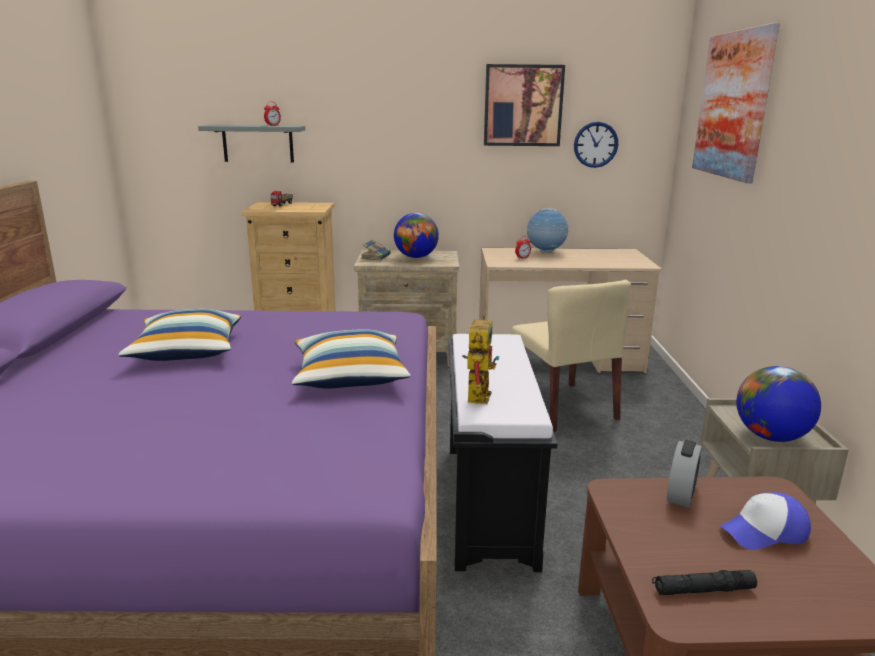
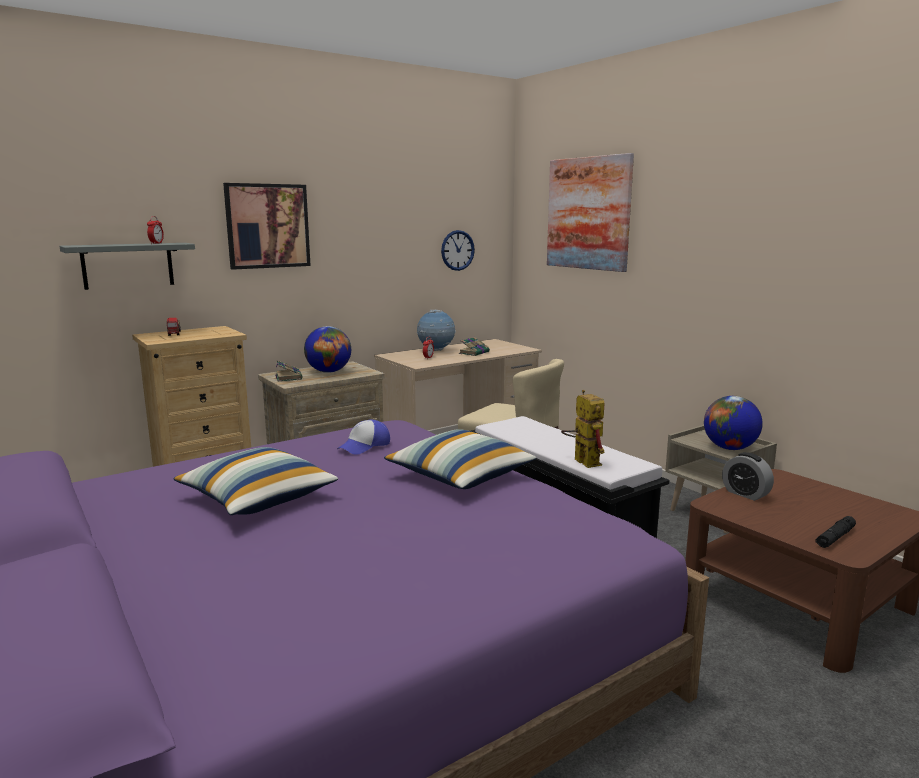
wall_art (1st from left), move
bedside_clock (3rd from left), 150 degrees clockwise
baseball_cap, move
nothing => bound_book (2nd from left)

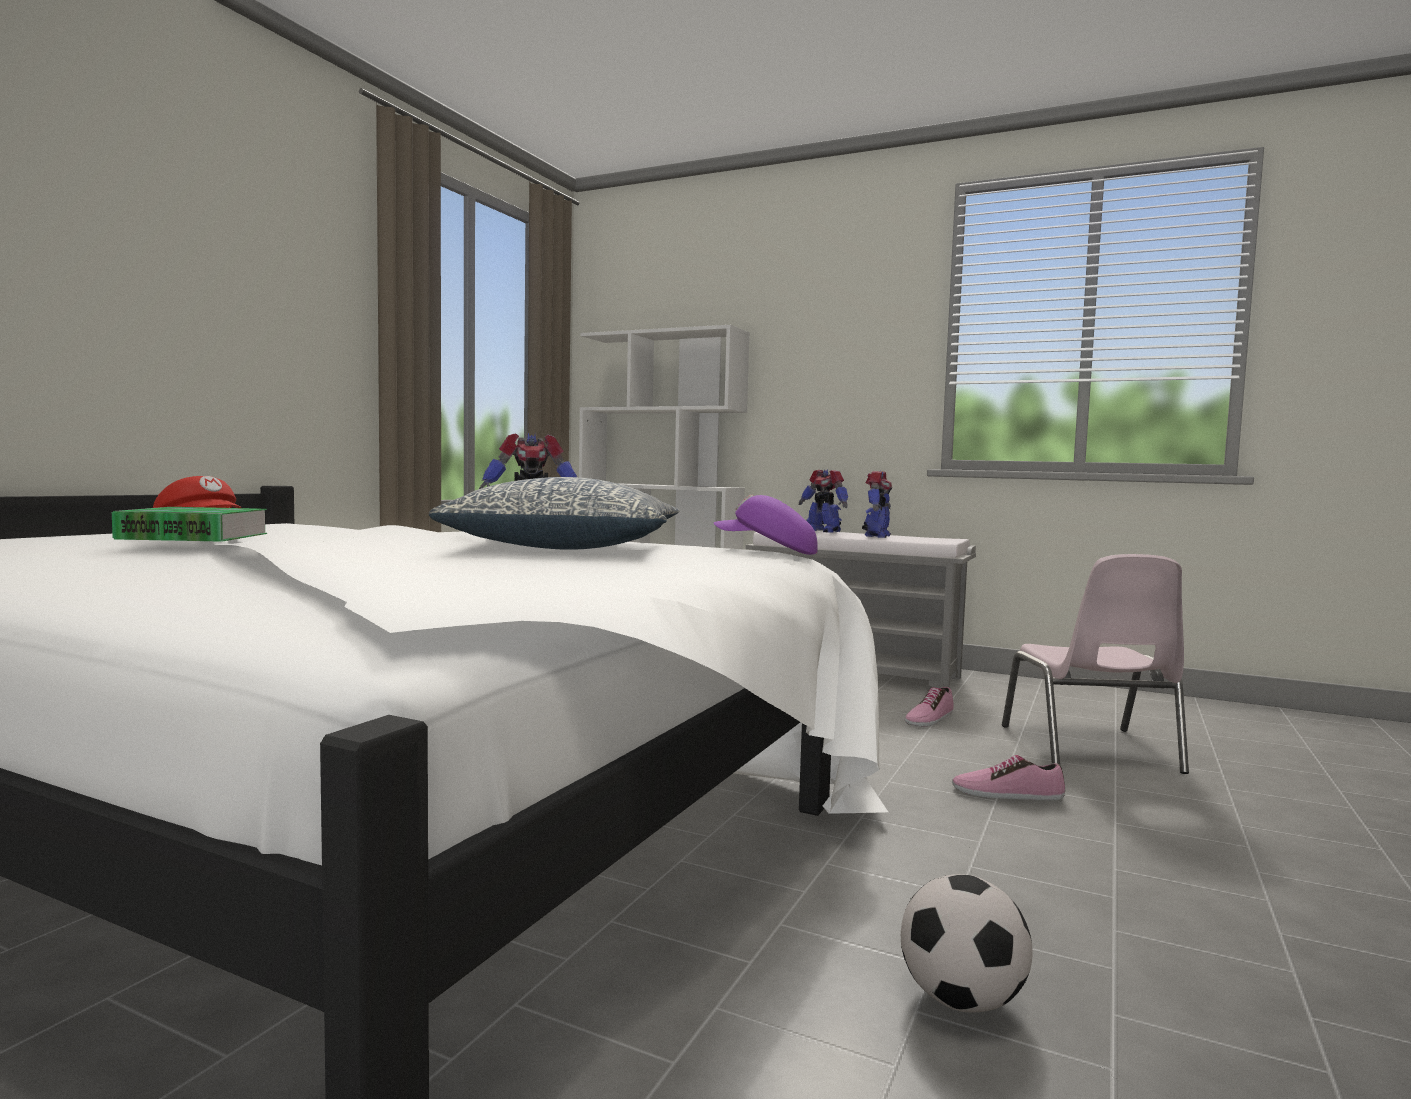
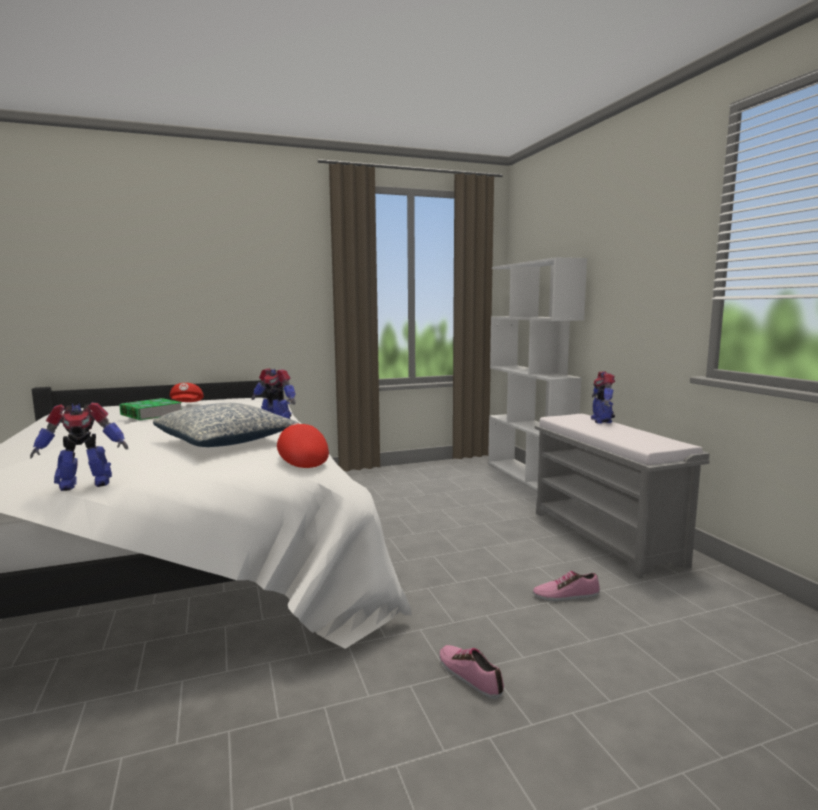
purplish_baseball_cap => reddish_baseball_cap (2nd from left)
toy_robot (3rd from left in the first image) => toy_robot (1st from left), move
football => nothing
pink-coloured_upright_chair => nothing

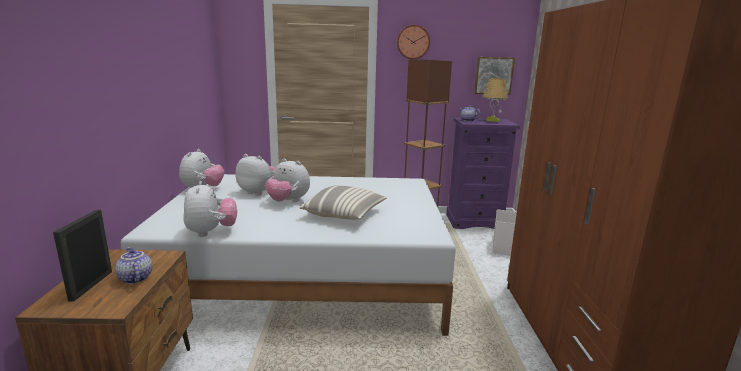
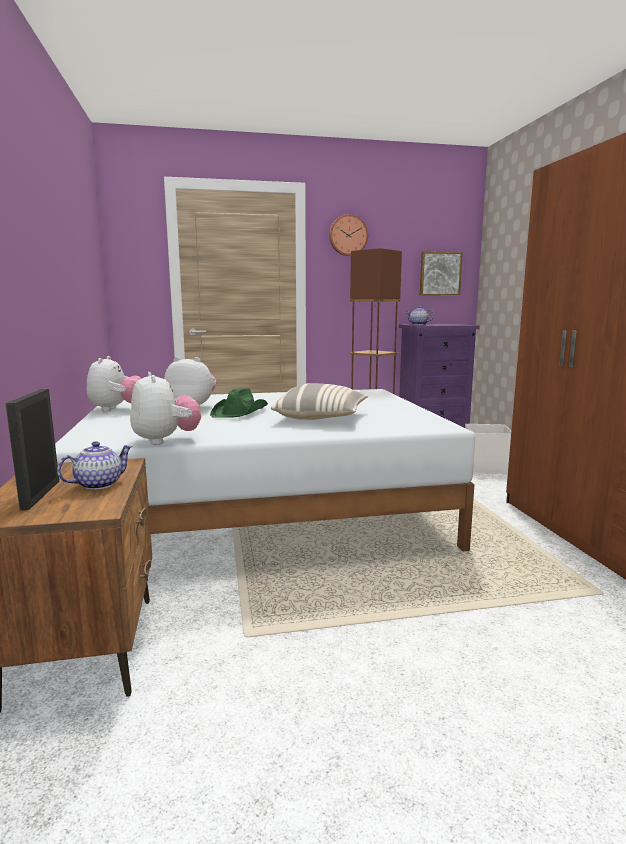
teapot (1st from left), 90 degrees clockwise
plush_toy (4th from left) => green_clothing_hat
tabletop_lamp => nothing

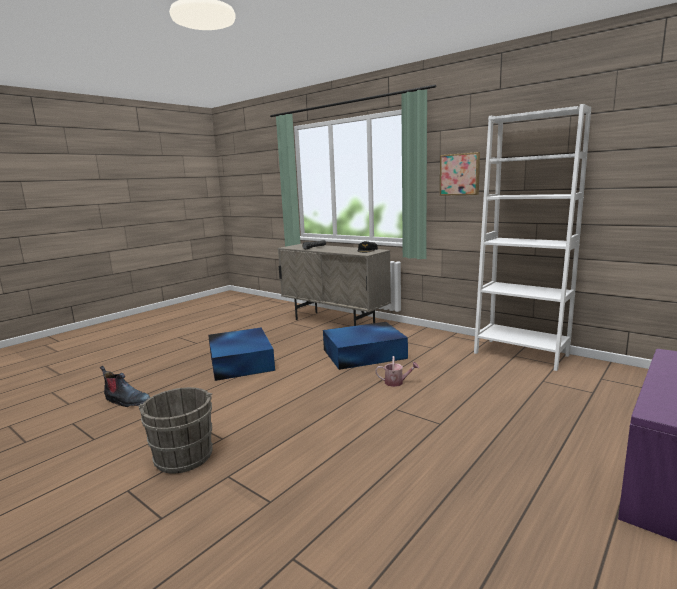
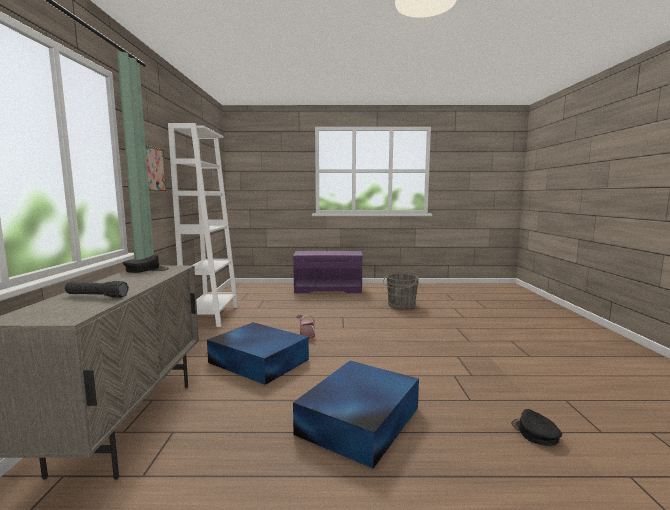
boot => black_baseball_cap (2nd from left)
greyish_water_bucket, move

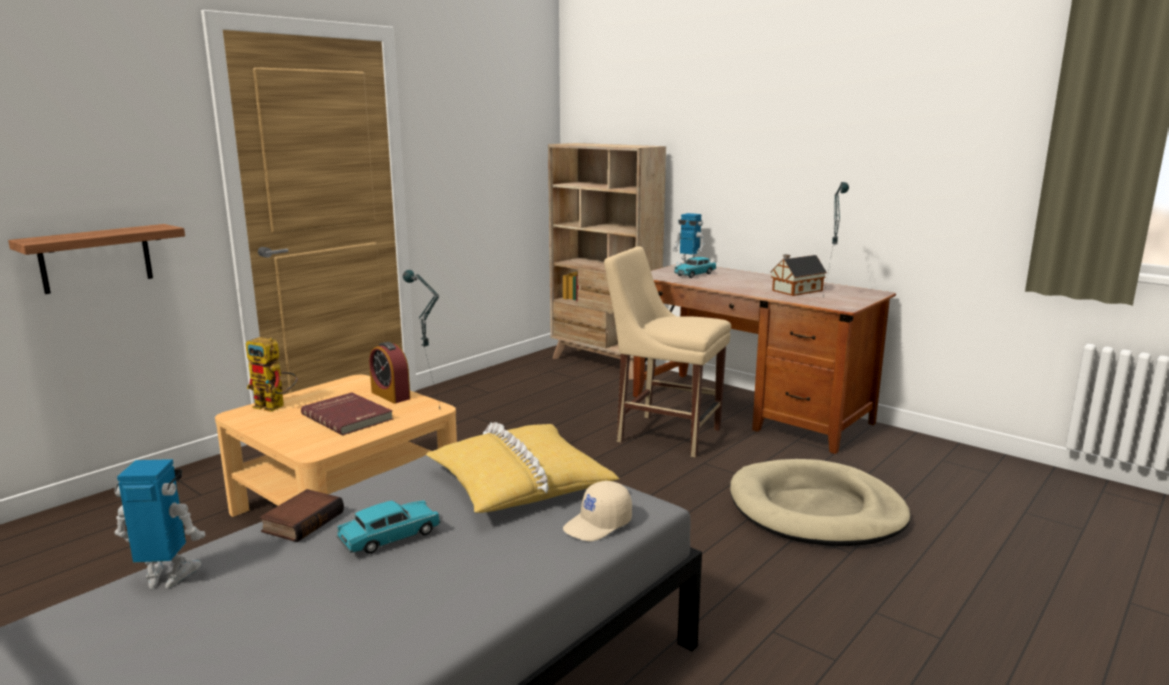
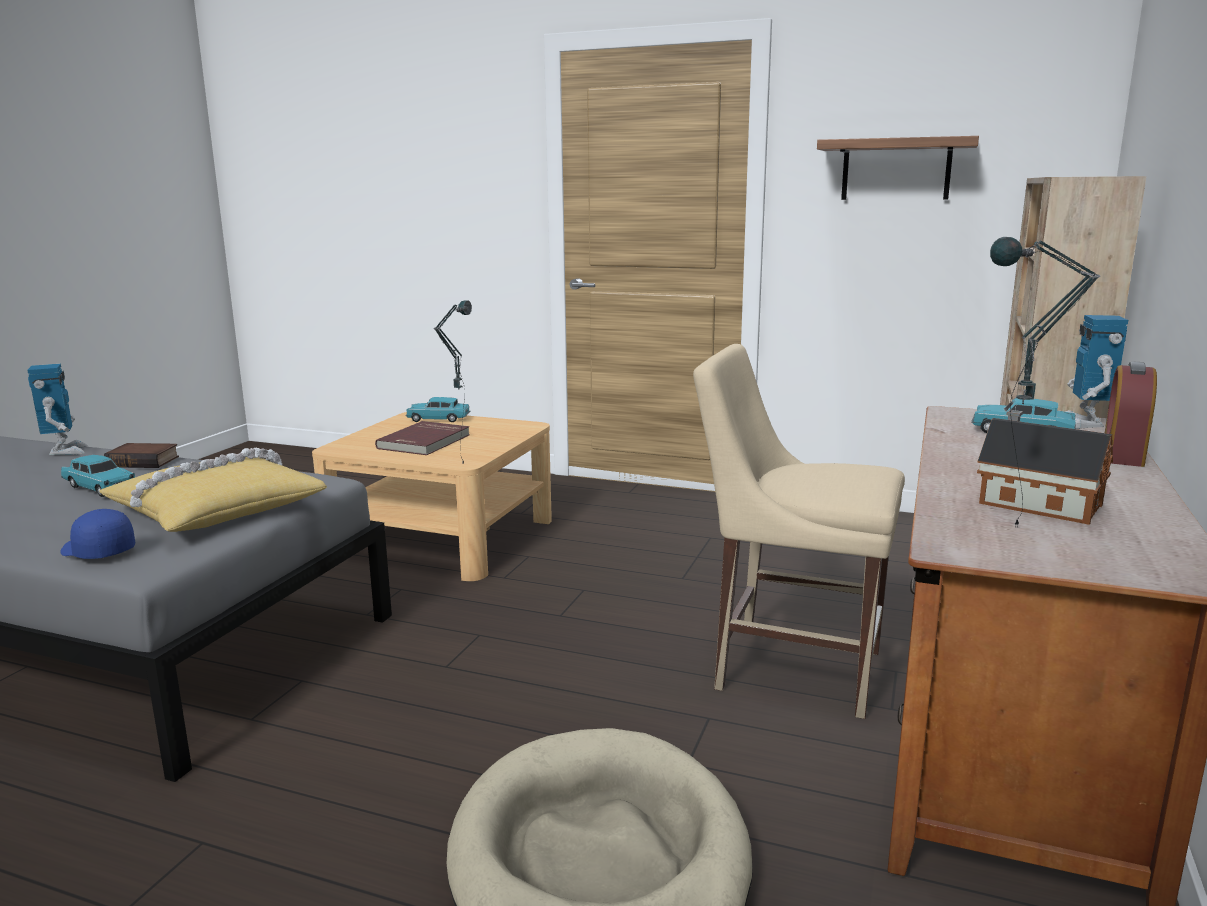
bracket_shelf, move
toy_robot (2nd from left) => blue-green_model_car (2nd from left)
bedside_clock, move
sand-coloured_baseball_cap => blue-coloured_baseball_cap
sand-coloured_upright_chair, 75 degrees counterclockwise

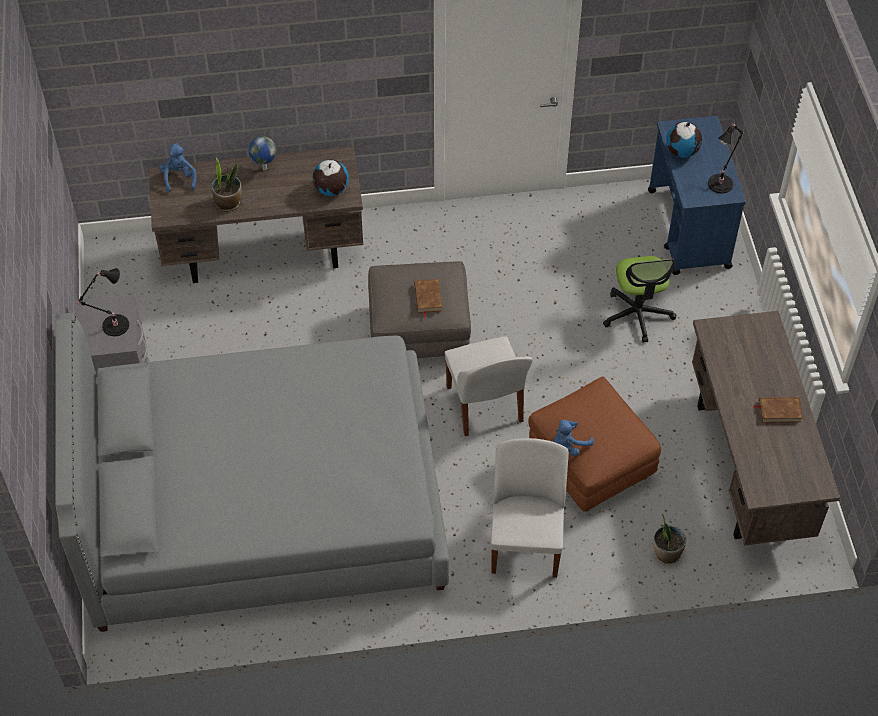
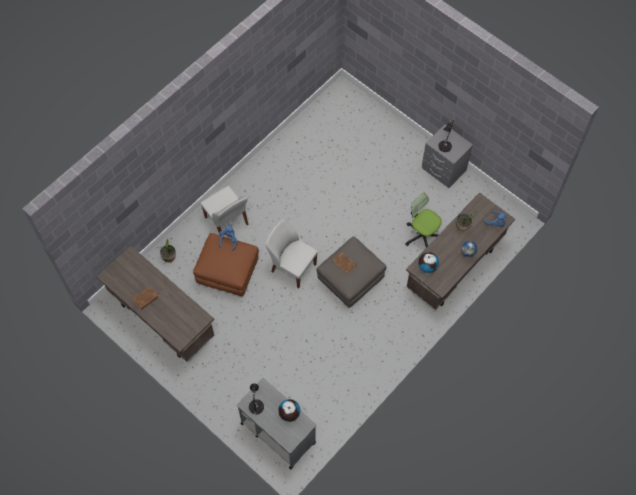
greyish_sleeping_bed => nothing
office_chair, move
blue-coloured_trolley => greyish_trolley

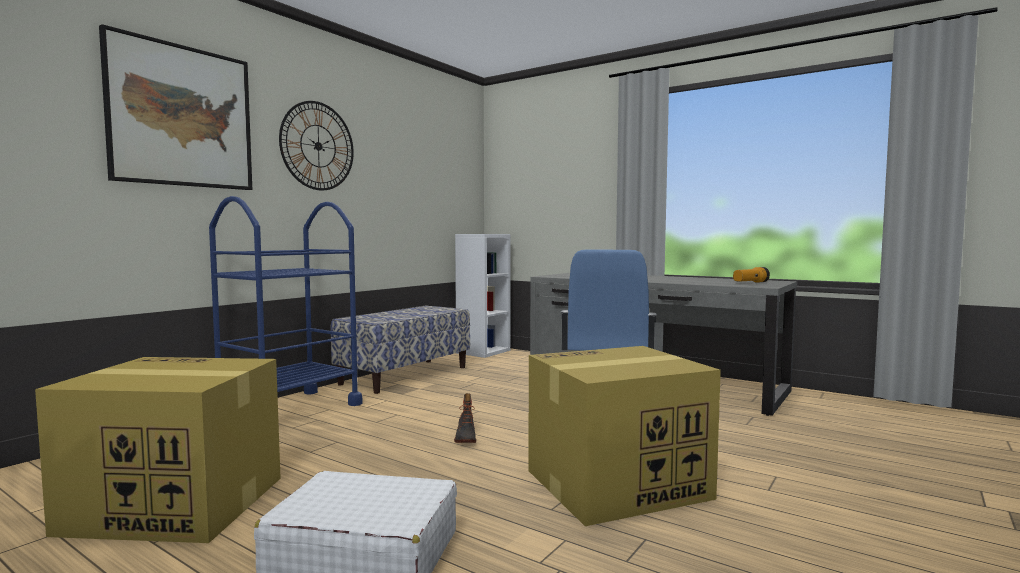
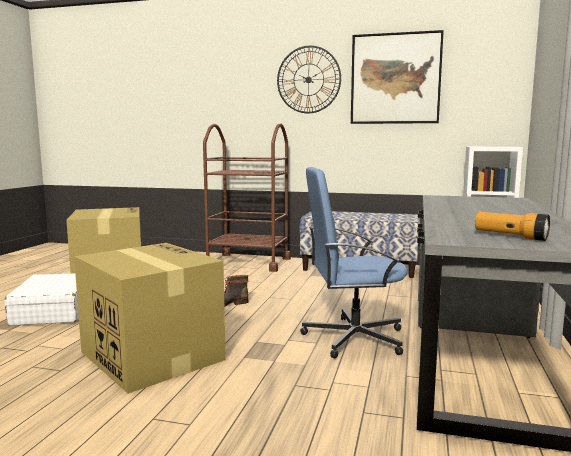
wall_art, move
blue-coloured_trolley => brownish_trolley

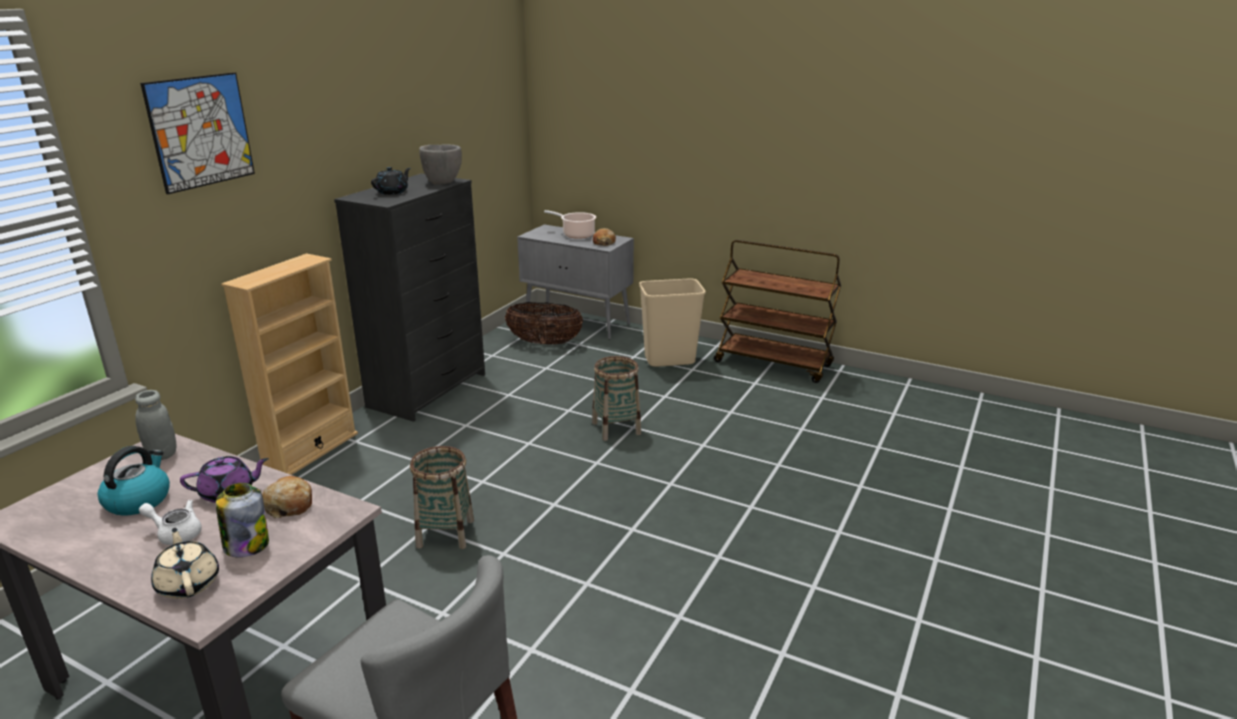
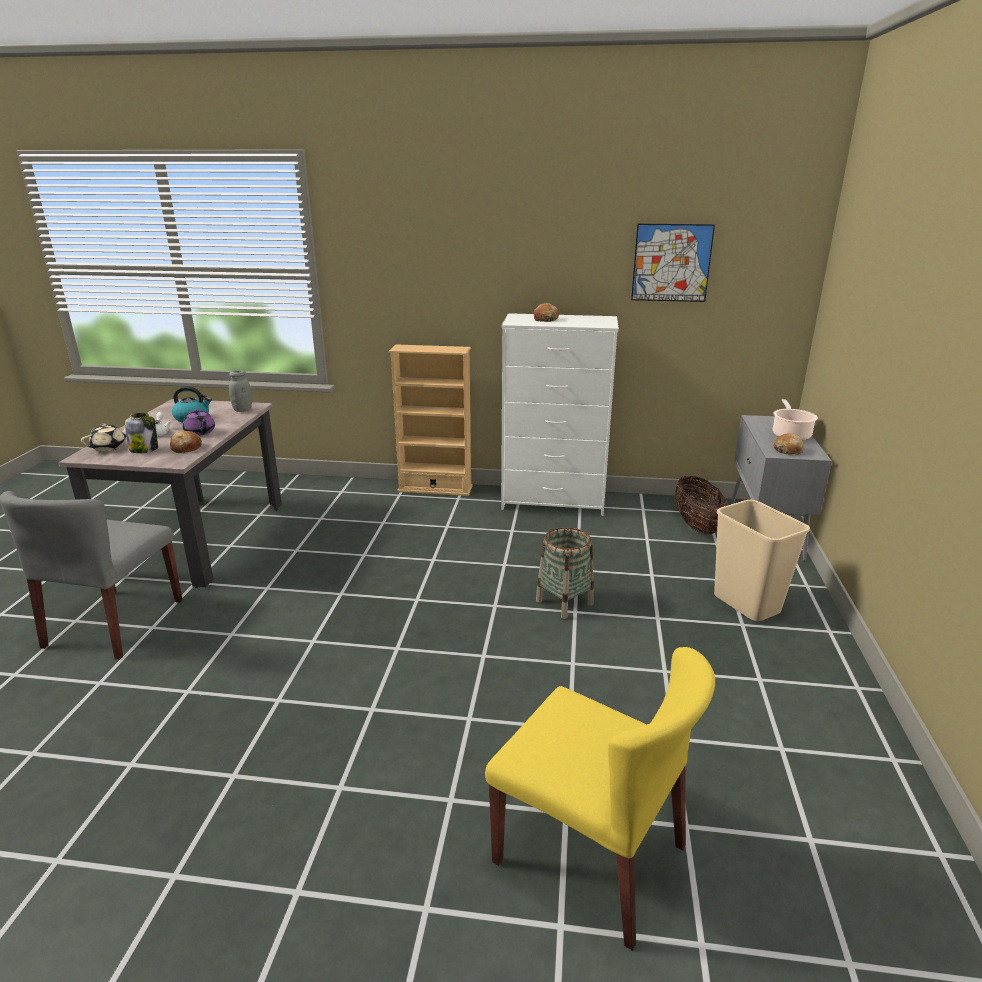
wall_art, move
black_drawer_chest => white-coloured_drawer_chest
black_teapot => bakery_bread (2nd from left)
storage_basket (1st from left) => nothing
greyish_bowl => nothing
brownish_trolley => nothing
nothing => yellow-coloured_upright_chair

